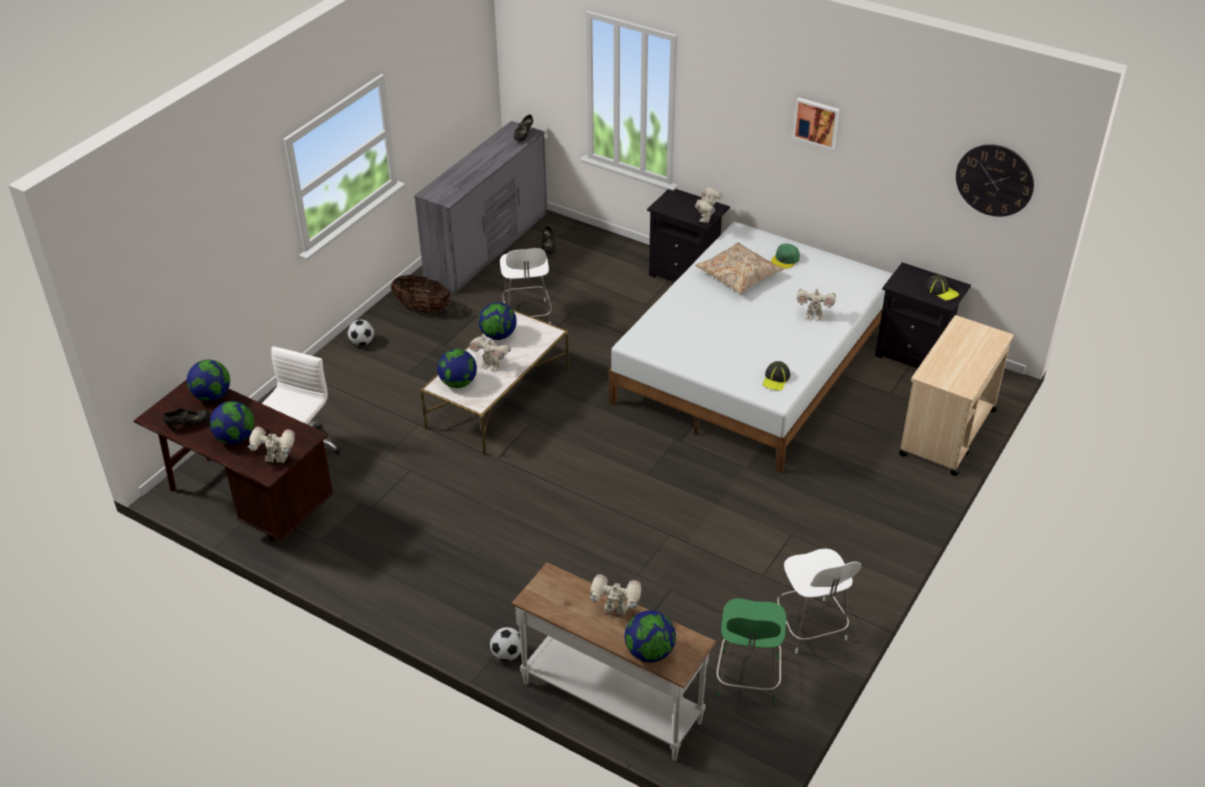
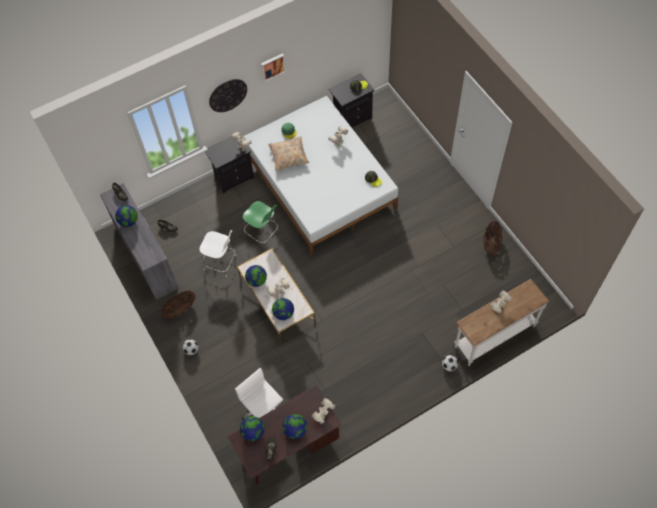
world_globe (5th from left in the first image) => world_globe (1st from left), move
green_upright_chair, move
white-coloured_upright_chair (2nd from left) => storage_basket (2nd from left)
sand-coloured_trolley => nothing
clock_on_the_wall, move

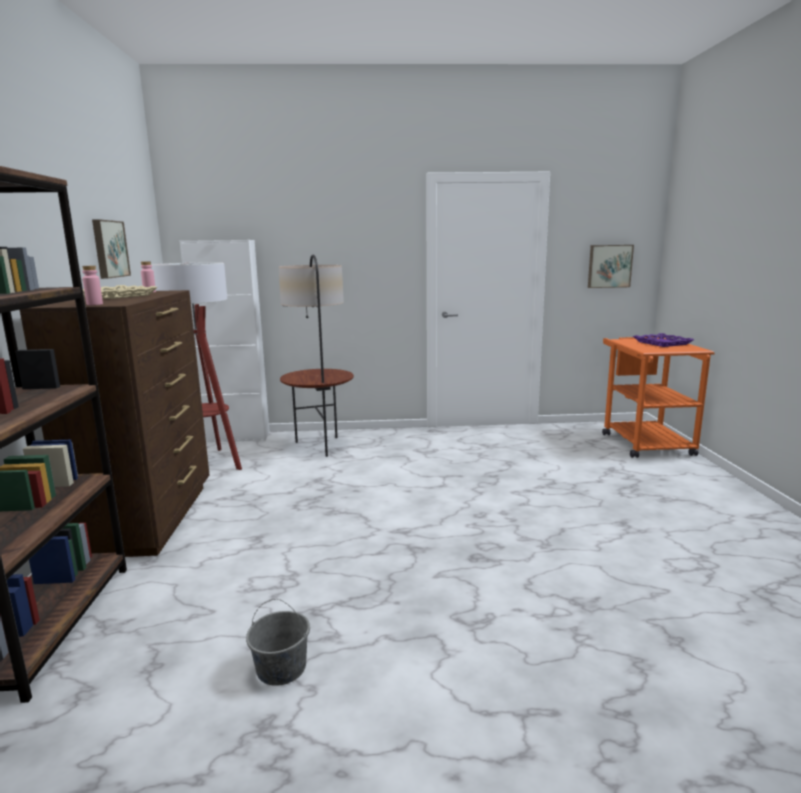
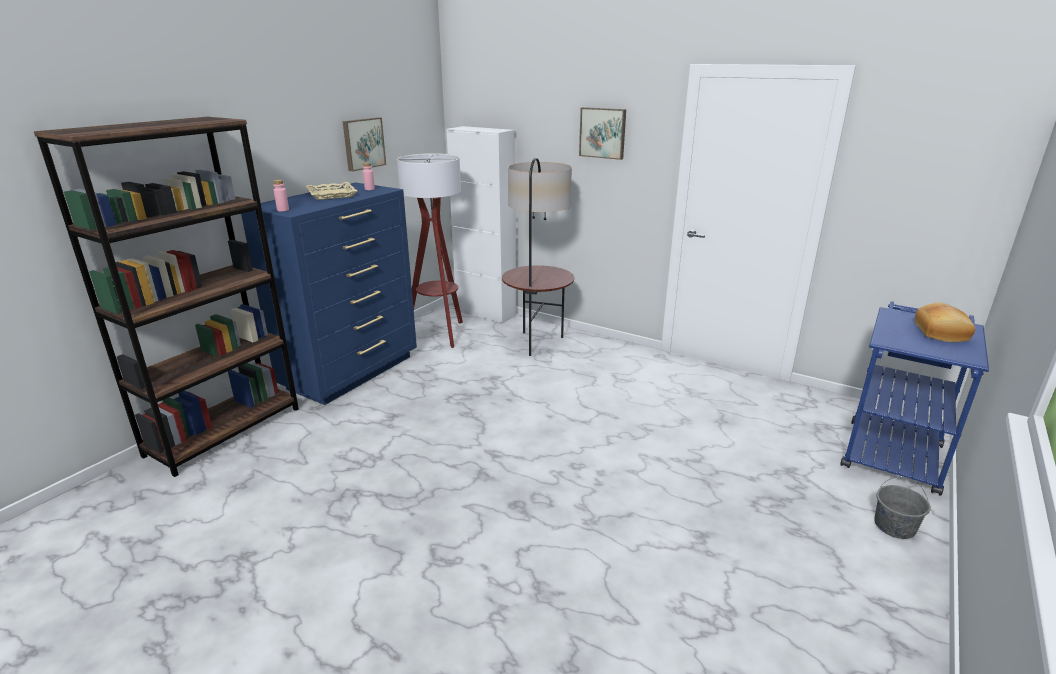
brownish_drawer_chest => blue-coloured_drawer_chest
greyish_water_bucket, move
wall_art (2nd from left), move
orange-coloured_trolley => blue-coloured_trolley
purplish_serving_tray => bakery_bread

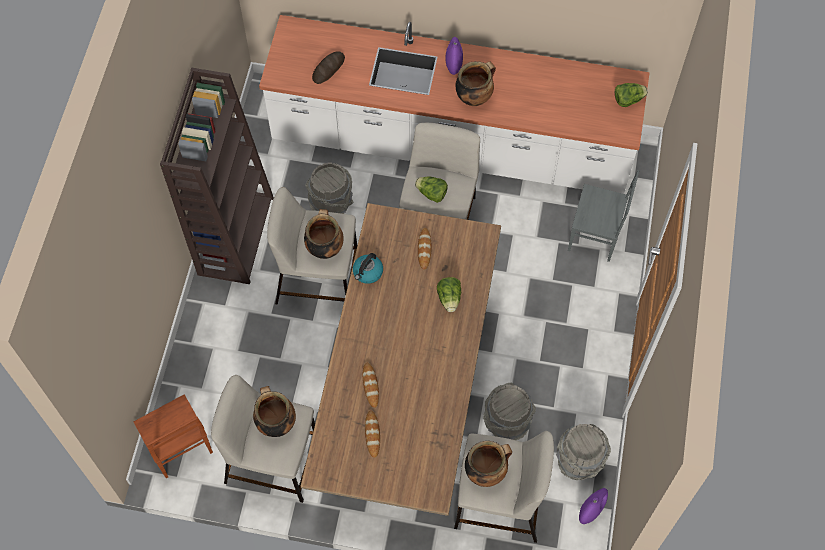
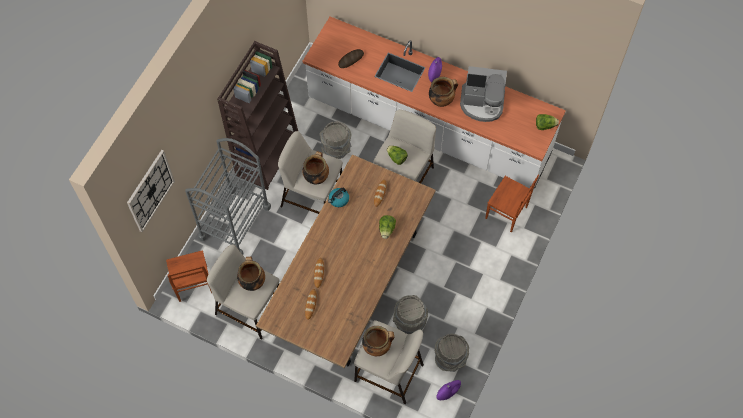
greyish_upright_chair => brownish_upright_chair (2nd from left)
nothing => clock_on_the_wall
nothing => greyish_trolley
nothing => coffee_brewer

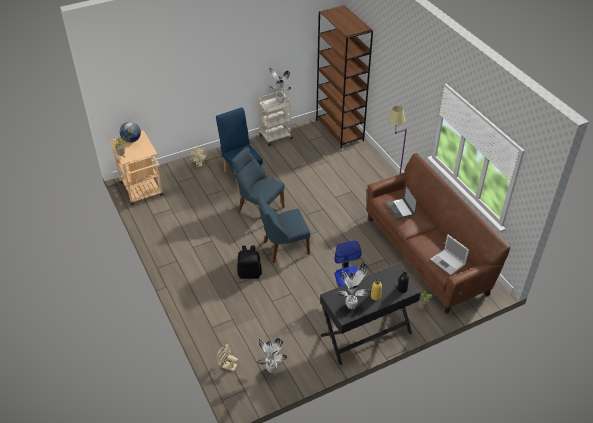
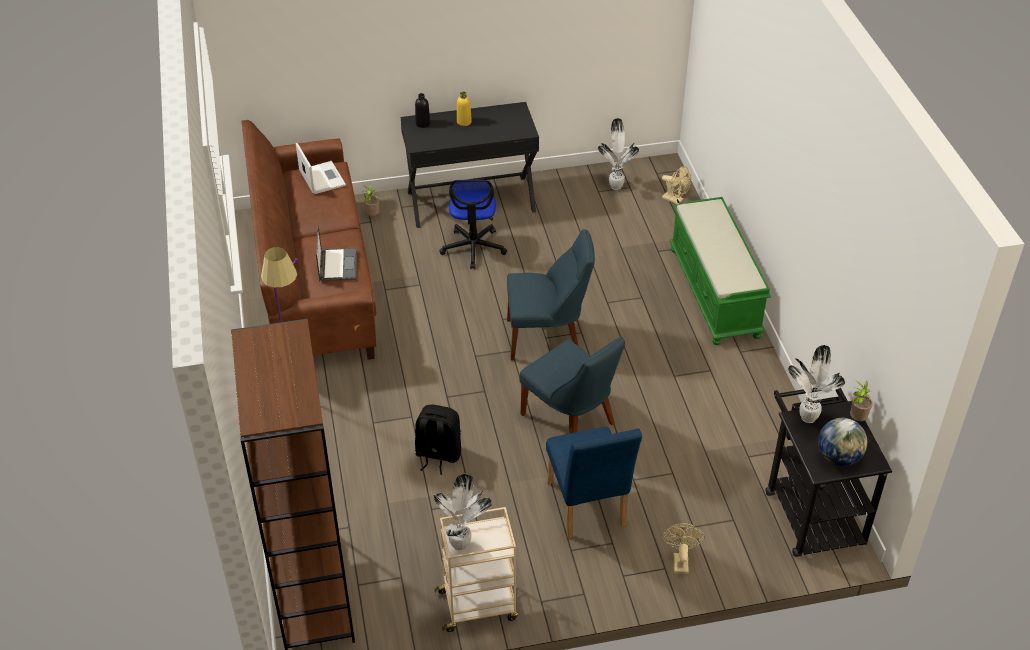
sand-coloured_trolley (1st from left) => black_trolley
black_knapsack, move
potted_plant (4th from left), move
nothing => green_bench

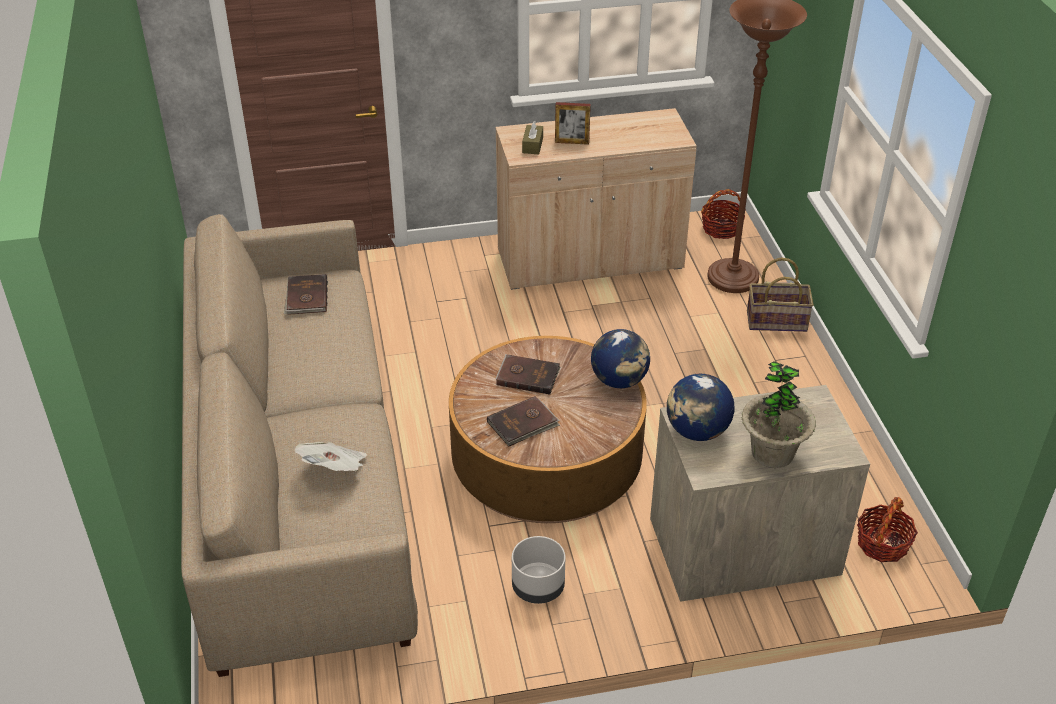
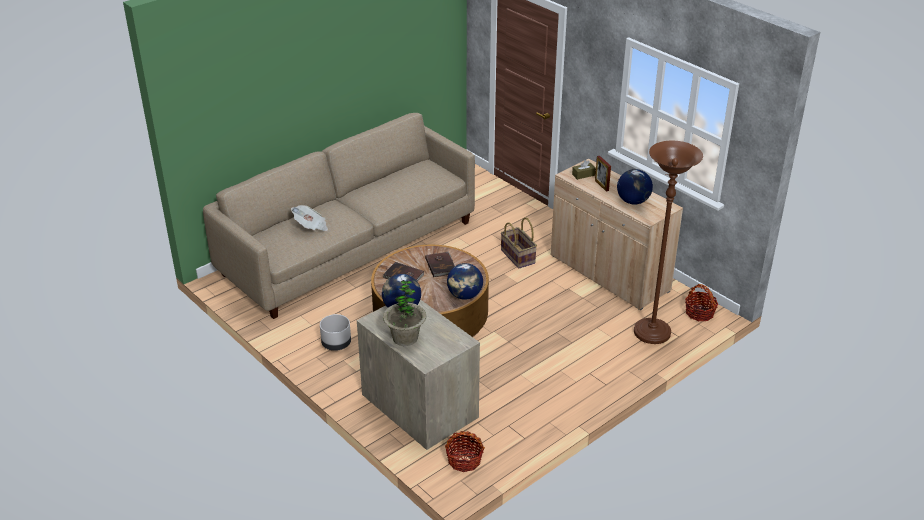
brownish_bound_book (1st from left) => nothing
storage_basket (2nd from left), move
nothing => world_globe (3rd from left)

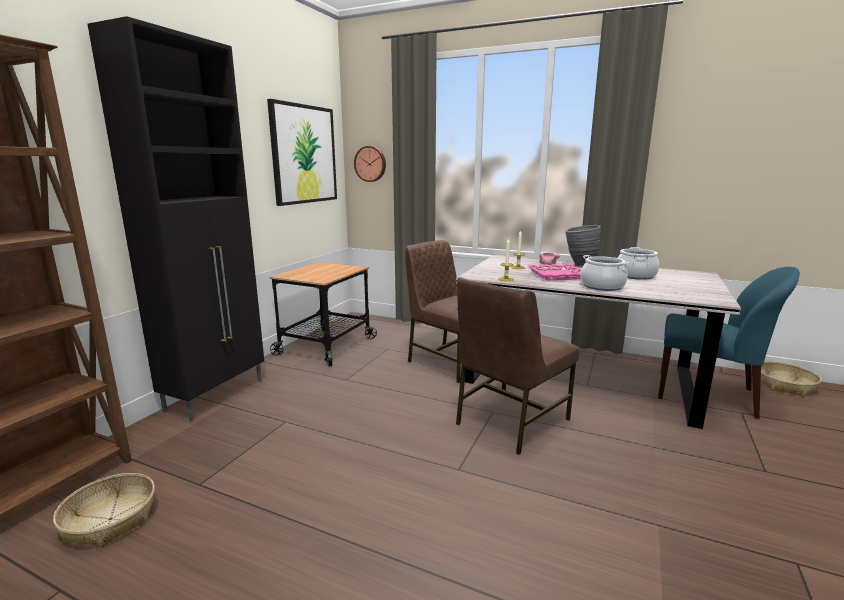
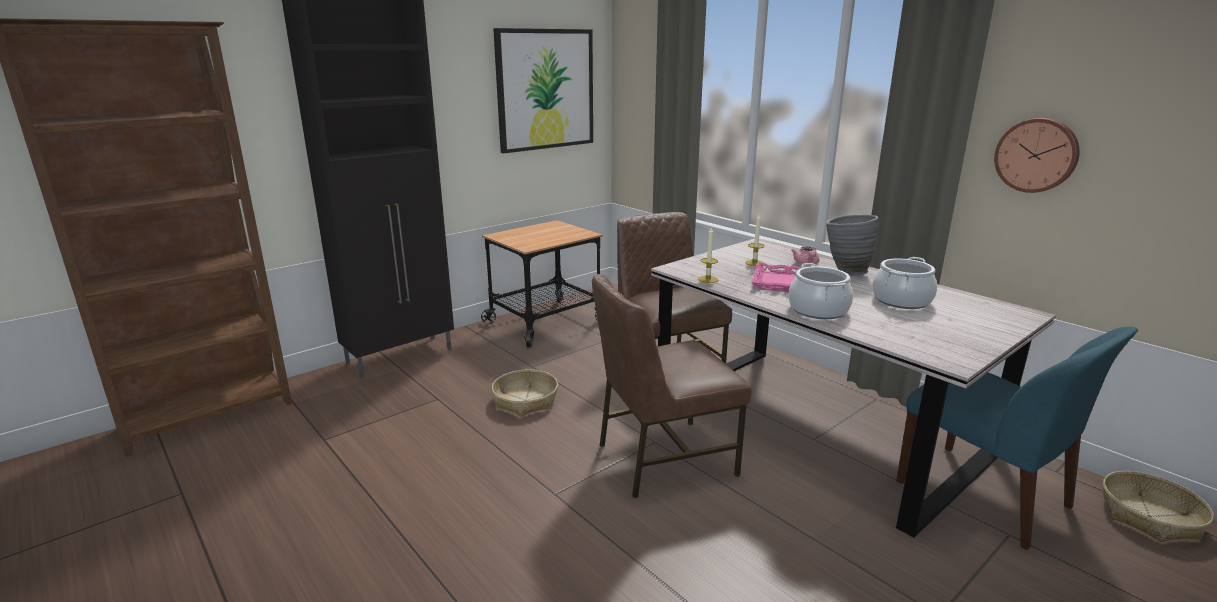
storage_basket (1st from left), move
clock_on_the_wall, move

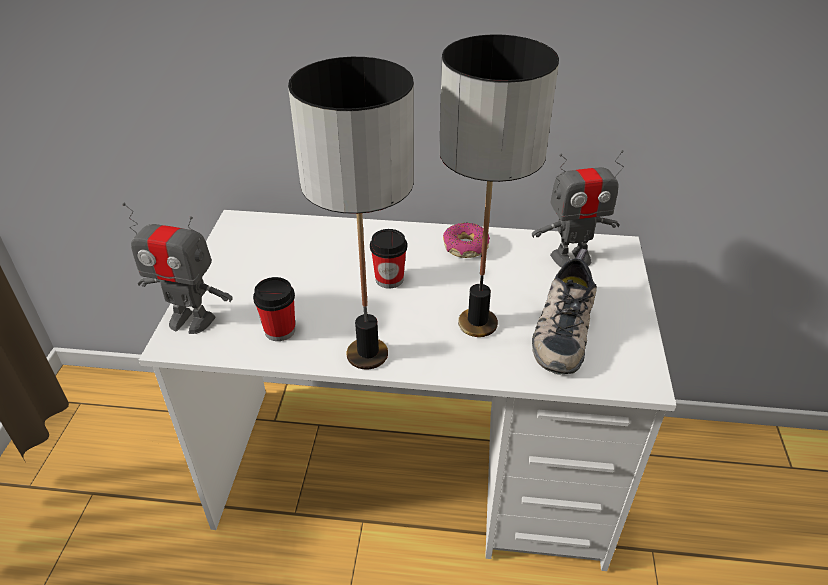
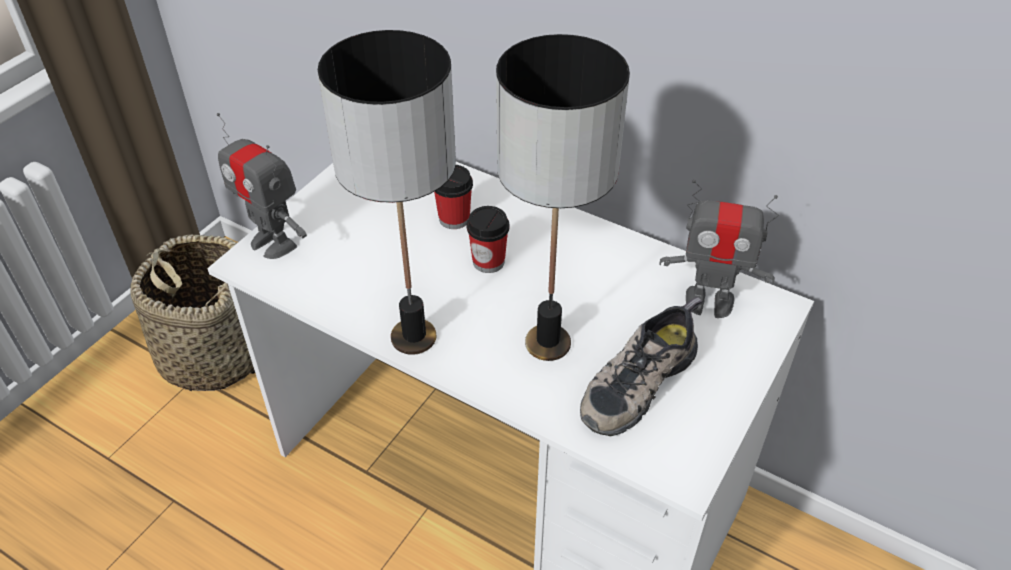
drinking_cup (1st from left), move
ring_doughnut => nothing
nothing => storage_basket

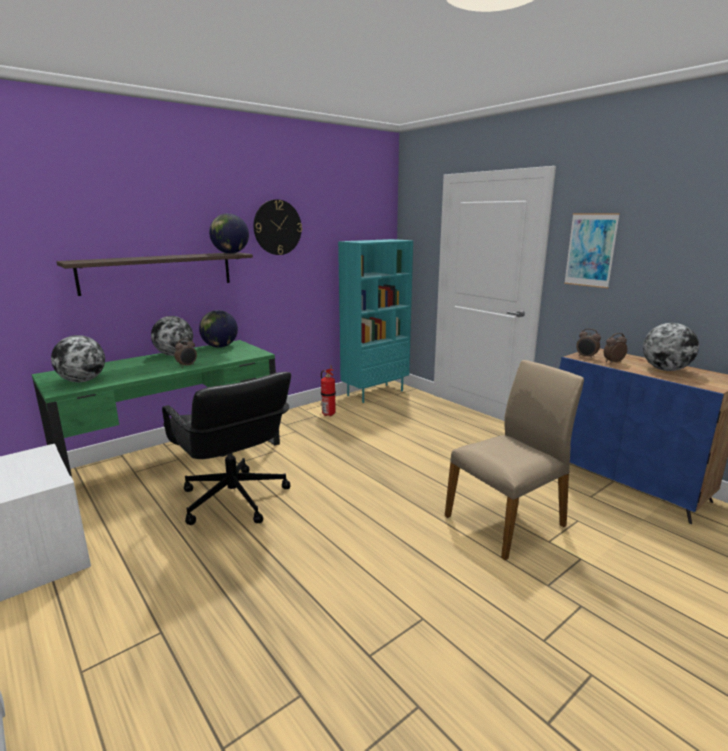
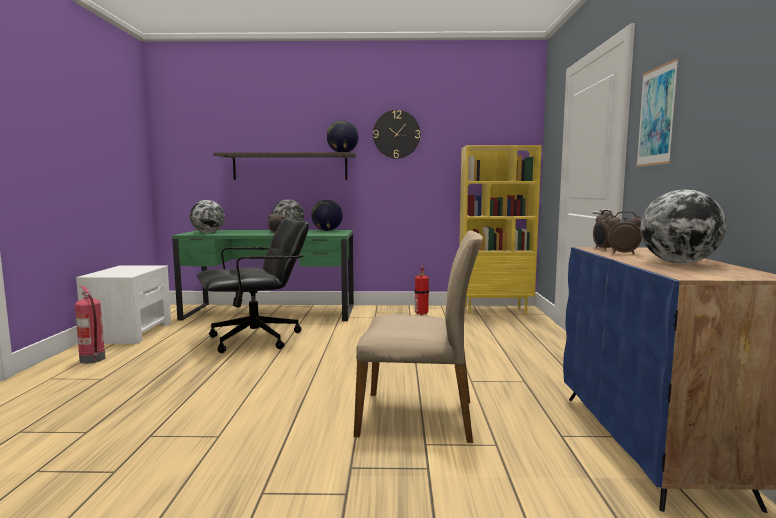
black_office_chair, 120 degrees counterclockwise
blue-green_bookshelf => yellow-coloured_bookshelf
nothing => extinguisher (1st from left)

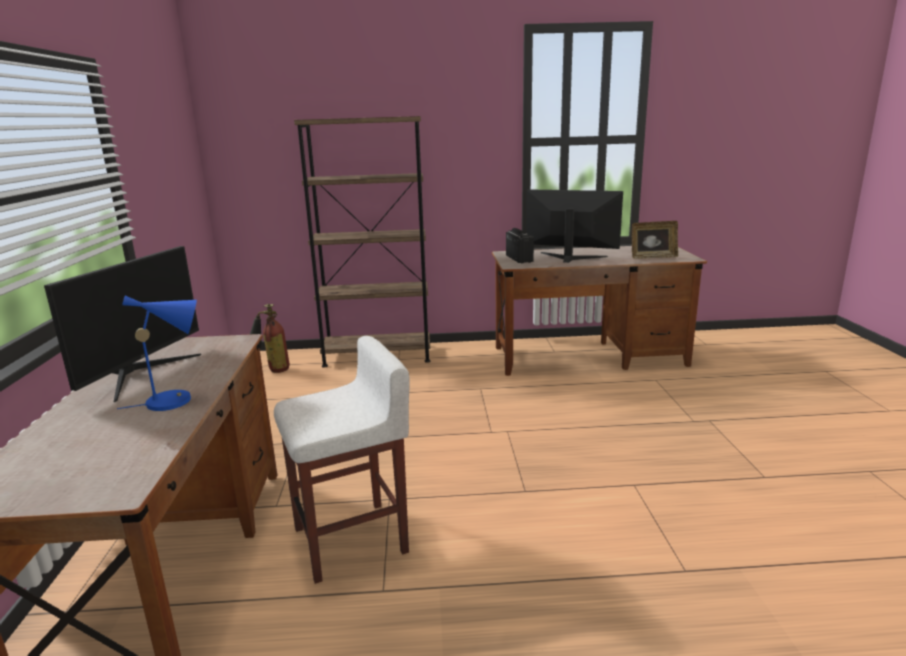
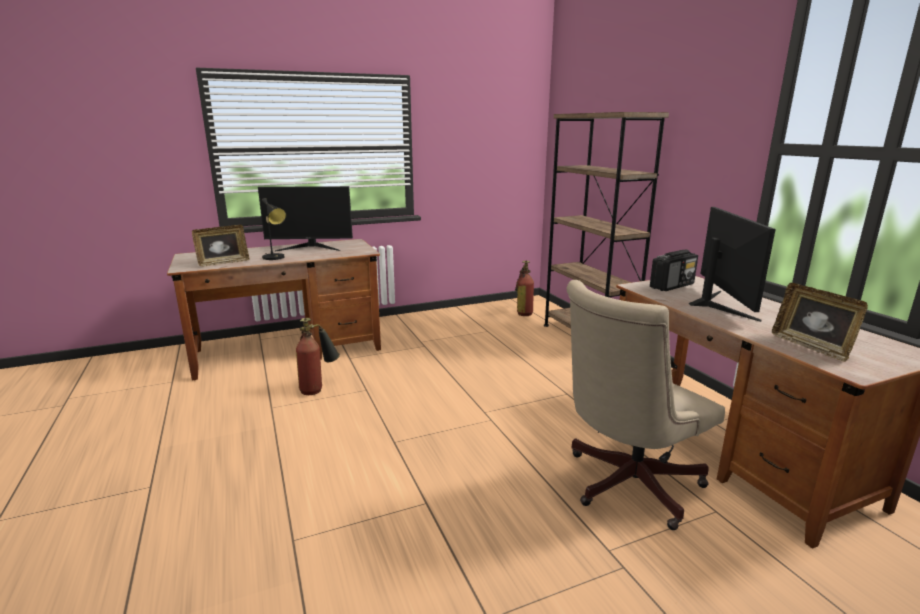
blue-coloured_tabletop_lamp => black_tabletop_lamp
white-coloured_sitting_stool => extinguisher (1st from left)
nothing => standing_frame (1st from left)
nothing => sand-coloured_office_chair

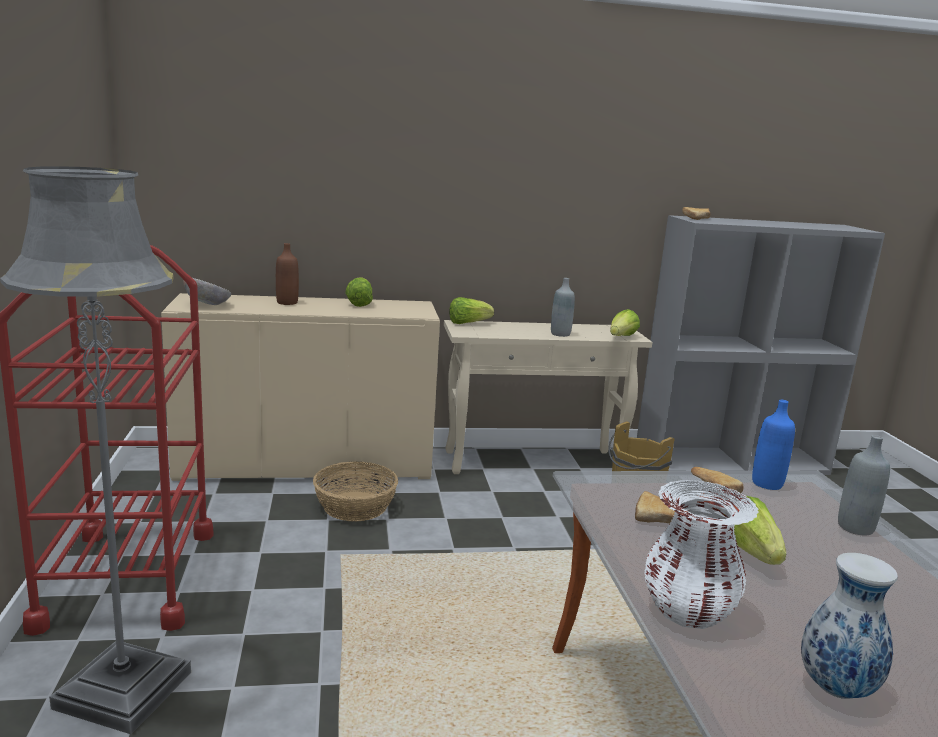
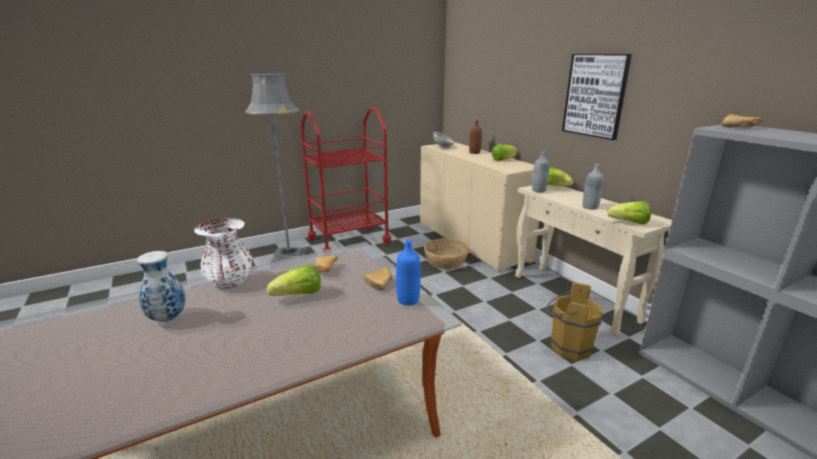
greyish_drink_bottle (2nd from left in the first image) => greyish_drink_bottle (1st from left), move
nothing => wall_art

